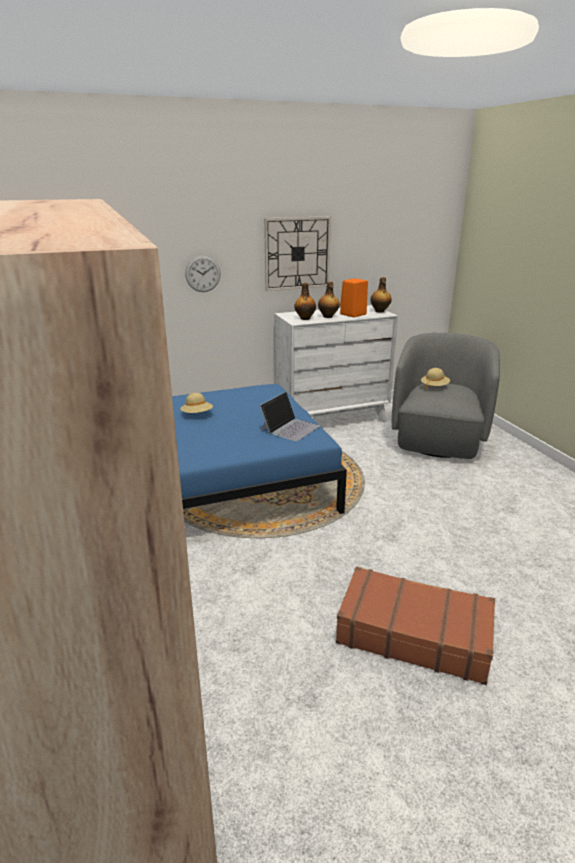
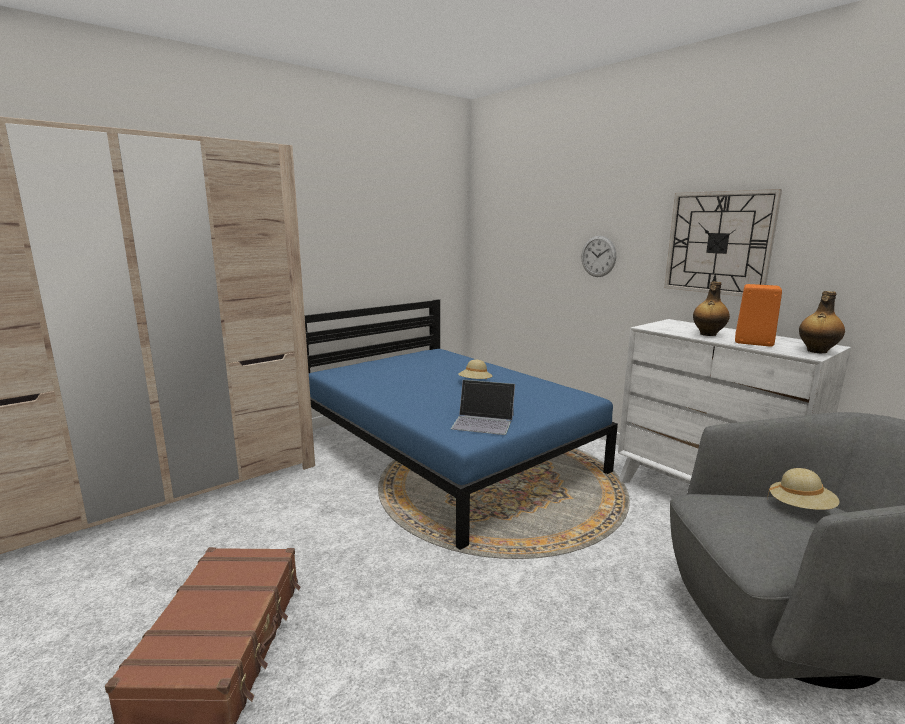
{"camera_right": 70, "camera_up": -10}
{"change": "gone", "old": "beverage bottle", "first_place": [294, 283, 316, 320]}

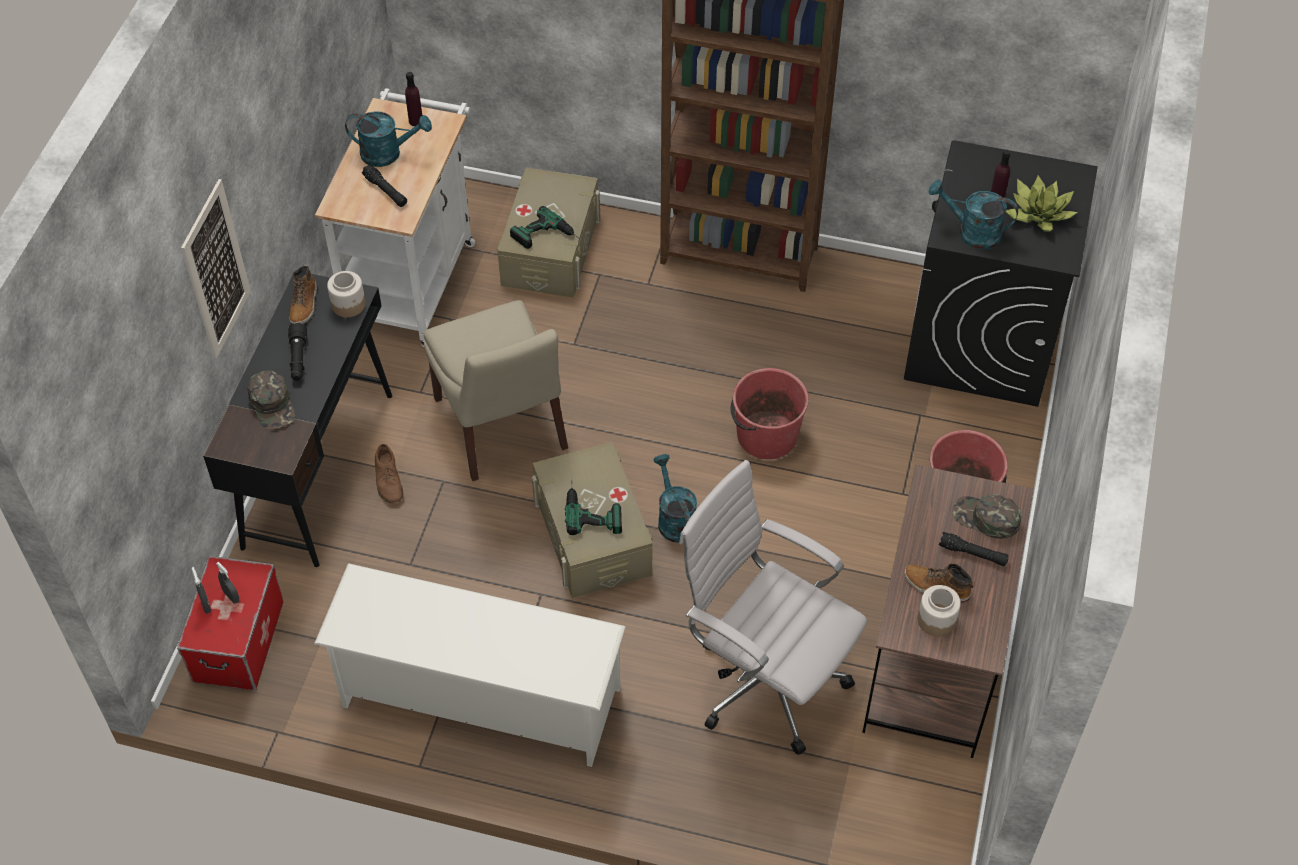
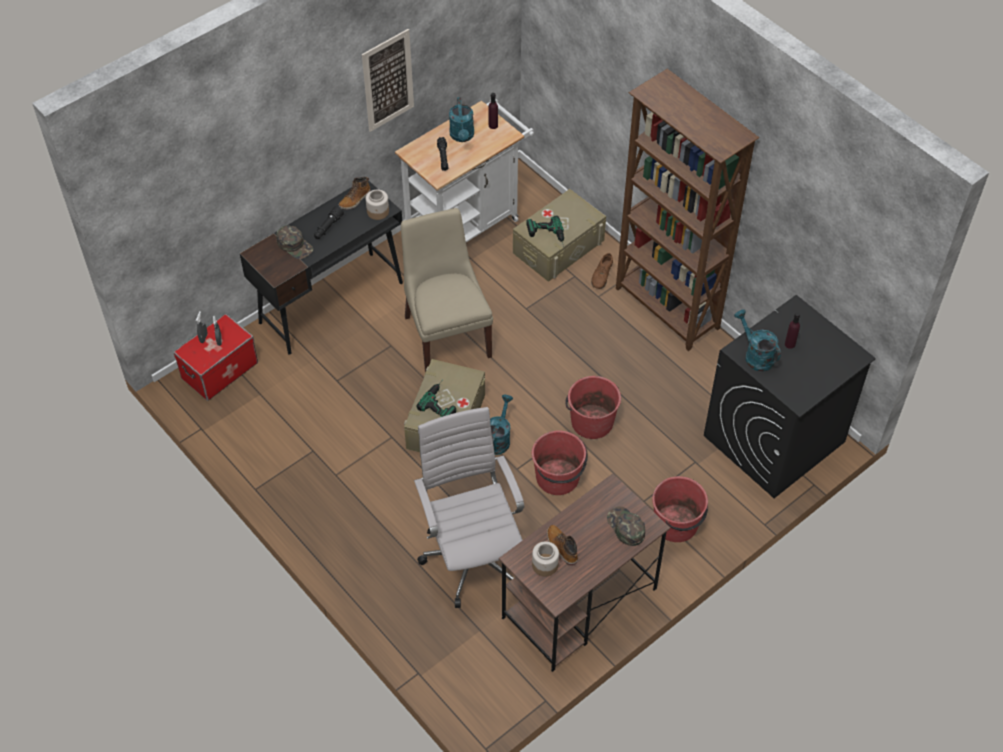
{"camera_right": 35, "camera_up": 0}
{"change": "shifted", "old": "wall art", "first_place": [181, 179, 251, 358], "second_place": [362, 29, 414, 132]}
{"change": "rotated", "old": "green peaked cap", "first_place": [247, 370, 295, 430], "second_place": [276, 225, 313, 259], "degrees": -60}
{"change": "gone", "old": "white-coloured shoe shelf", "first_place": [314, 563, 626, 767]}
{"change": "rotated", "old": "turquoise watering can", "first_place": [345, 111, 432, 167], "second_place": [449, 97, 474, 142], "degrees": 45}
{"change": "shifted", "old": "brown-coloured low shoe", "first_place": [375, 444, 404, 503], "second_place": [591, 253, 613, 289]}
{"change": "rotated", "old": "beige-coloured chair", "first_place": [424, 300, 568, 481], "second_place": [401, 208, 493, 372], "degrees": 150}
{"change": "gone", "old": "black-coloured flashlight", "first_place": [939, 532, 1009, 566]}
{"change": "gone", "old": "potted plant", "first_place": [1006, 175, 1078, 232]}
{"change": "new", "new": "reddish pail", "second_place": [532, 430, 588, 495]}

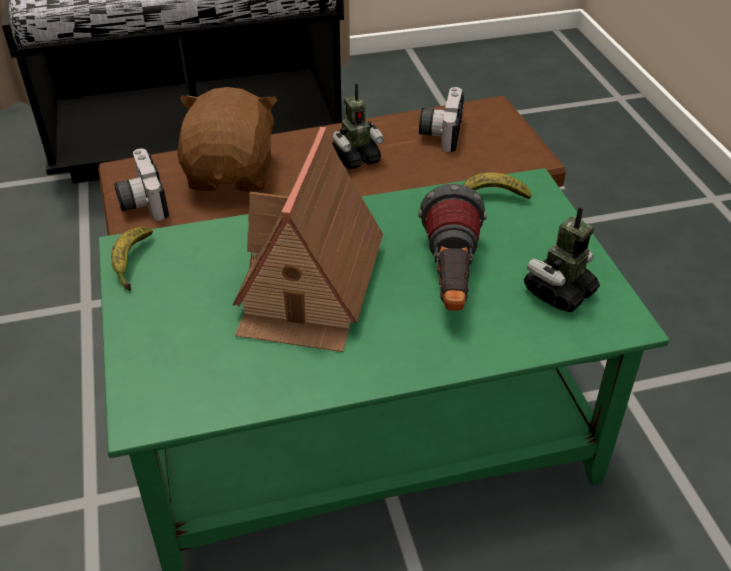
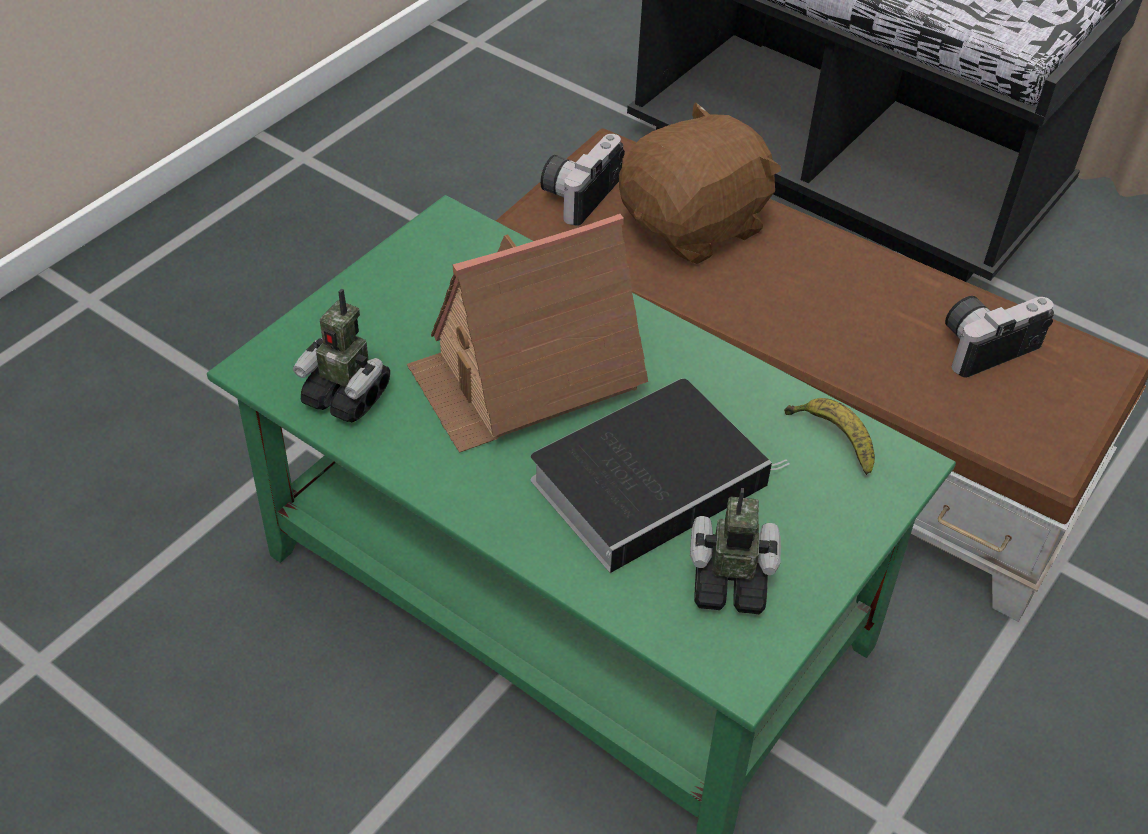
{"camera_right": 50, "camera_up": 5}
{"change": "gone", "old": "banana fruit", "first_place": [111, 227, 153, 291]}
{"change": "shifted", "old": "robot figure", "first_place": [332, 83, 384, 170], "second_place": [293, 289, 390, 422]}
{"change": "swapped", "old": "flashlight", "new": "book", "first_place": [418, 184, 487, 311], "second_place": [531, 379, 789, 573]}

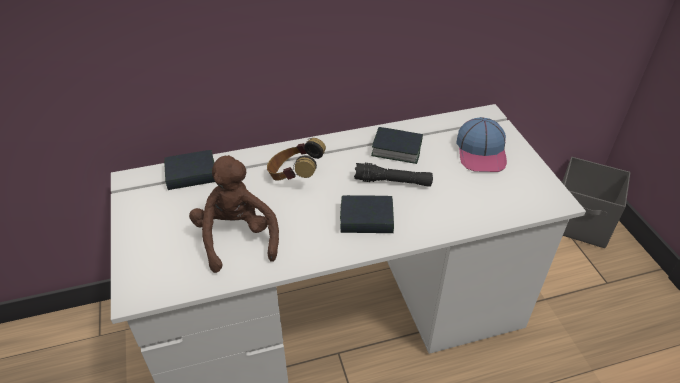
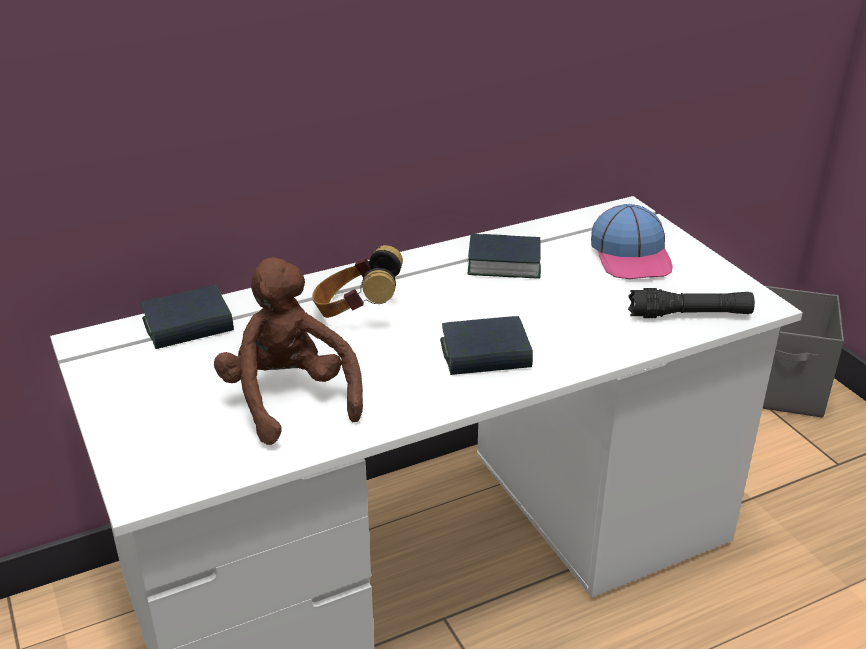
{"camera_right": -10, "camera_up": -10}
{"change": "shifted", "old": "black-coloured flashlight", "first_place": [354, 163, 433, 187], "second_place": [628, 288, 755, 318]}

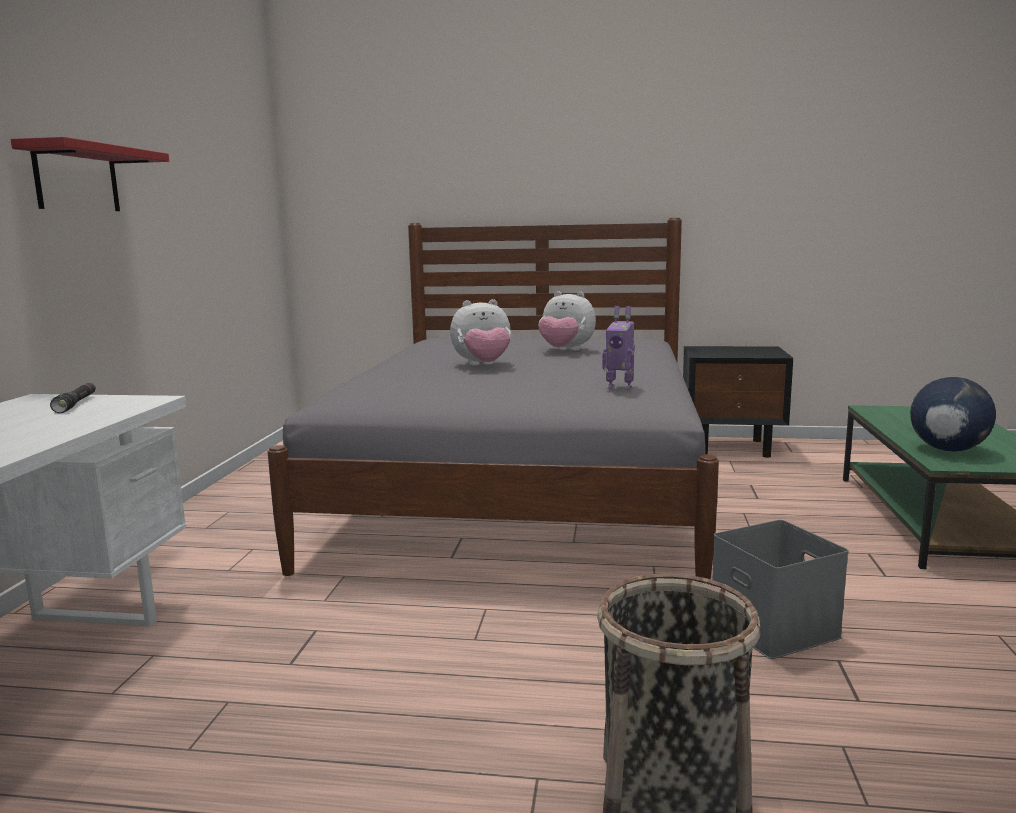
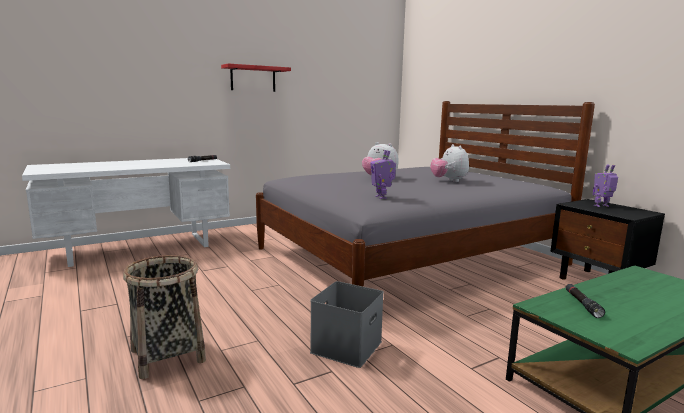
{"camera_right": 50, "camera_up": 0}
{"change": "swapped", "old": "globe", "new": "black-coloured flashlight", "first_place": [910, 377, 996, 452], "second_place": [566, 284, 605, 318]}
{"change": "new", "new": "robot figure", "second_place": [593, 165, 618, 207]}

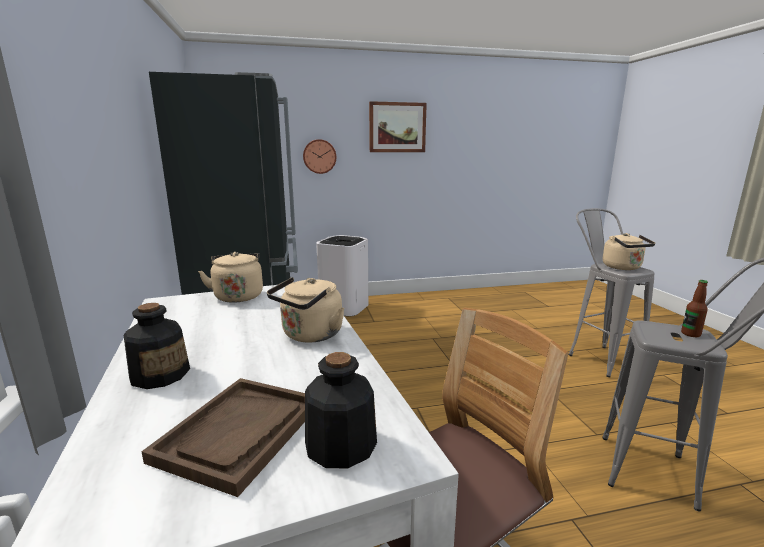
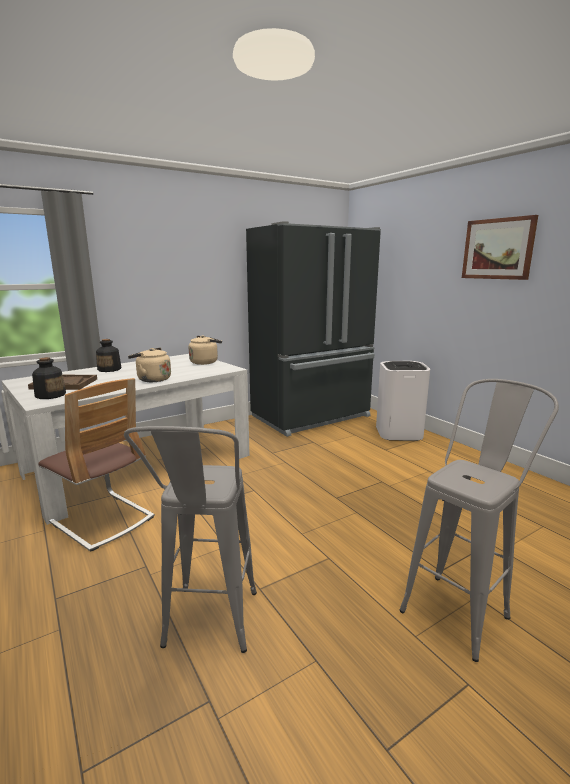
{"camera_right": 70, "camera_up": 0}
{"change": "gone", "old": "hanging clock", "first_place": [303, 139, 336, 174]}
{"change": "gone", "old": "beige-coloured kettle", "first_place": [603, 233, 655, 270]}
{"change": "gone", "old": "beverage bottle", "first_place": [681, 280, 708, 337]}

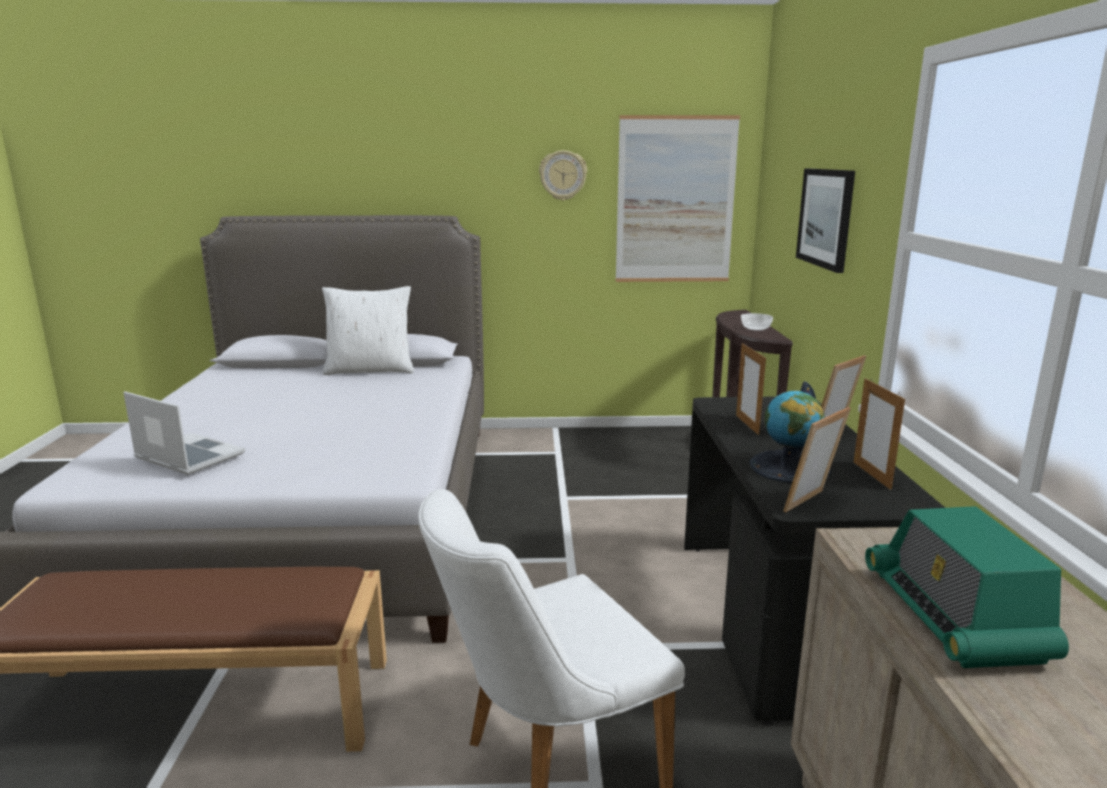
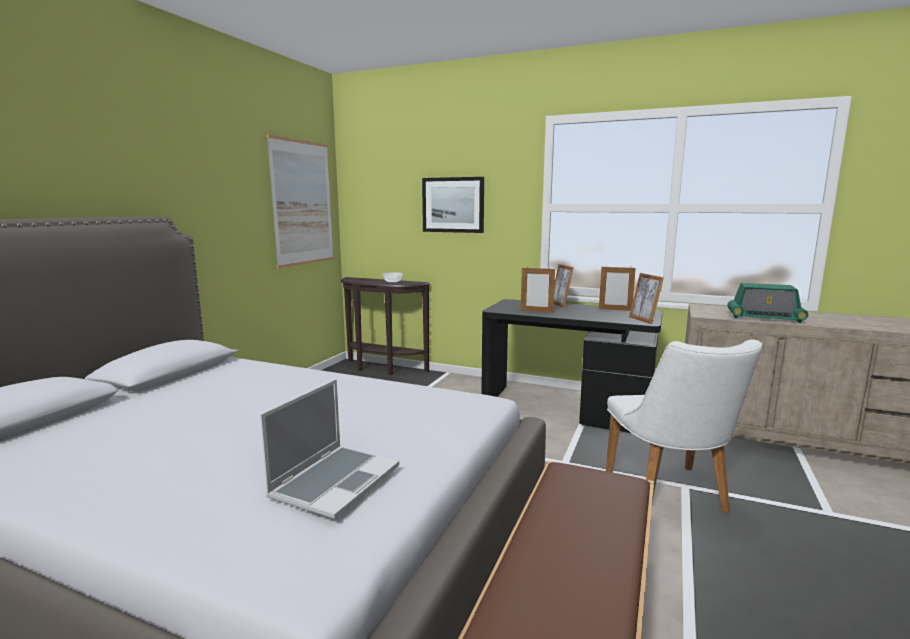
{"camera_right": -65, "camera_up": -5}
{"change": "rotated", "old": "notebook computer", "first_place": [123, 391, 245, 475], "second_place": [260, 379, 399, 519], "degrees": 150}
{"change": "gone", "old": "white-coloured pillow", "first_place": [322, 286, 414, 375]}
{"change": "gone", "old": "hanging clock", "first_place": [539, 150, 587, 201]}
{"change": "gone", "old": "globe", "first_place": [749, 382, 831, 483]}

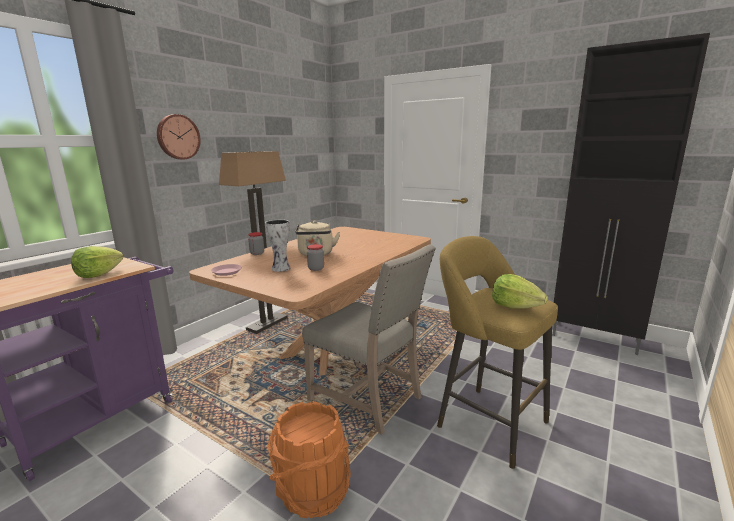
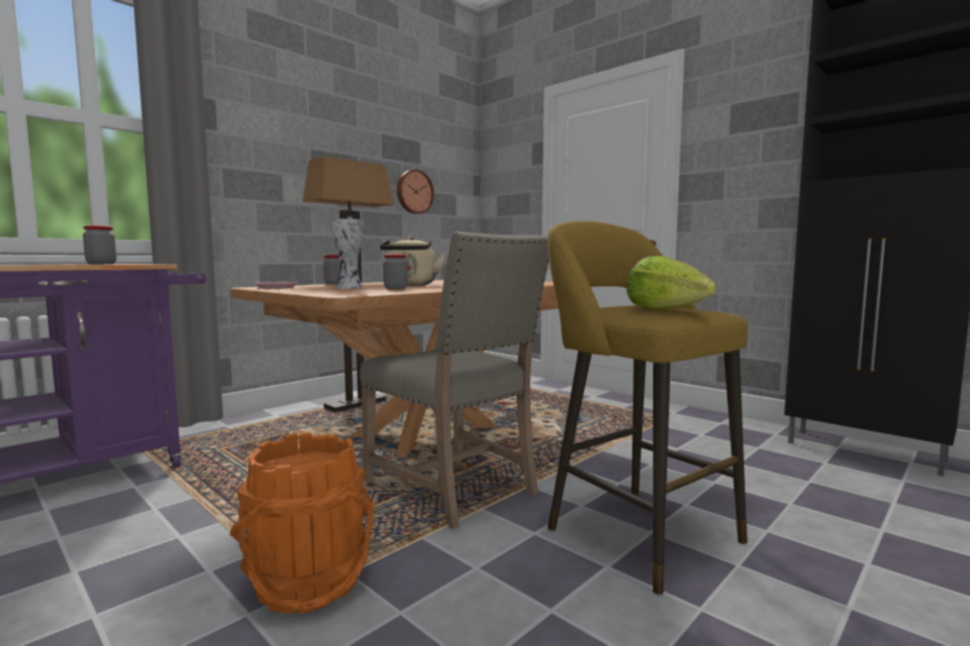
{"camera_right": 10, "camera_up": -10}
{"change": "swapped", "old": "lettuce head", "new": "jar", "first_place": [71, 246, 123, 278], "second_place": [83, 226, 117, 264]}
{"change": "shifted", "old": "hanging clock", "first_place": [157, 114, 201, 160], "second_place": [397, 169, 434, 214]}

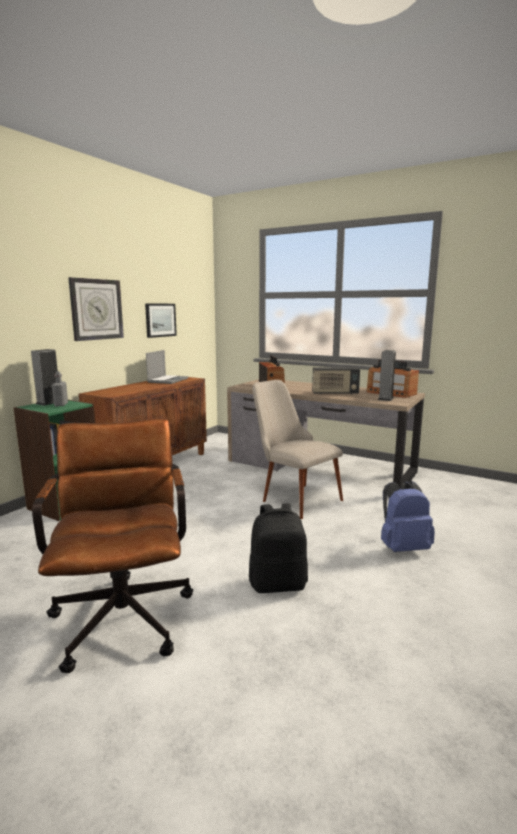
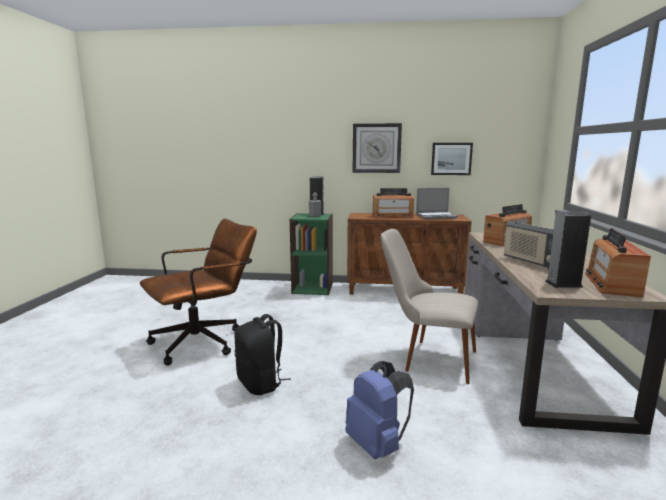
{"camera_right": 65, "camera_up": 0}
{"change": "rotated", "old": "beige-coloured chair", "first_place": [253, 380, 343, 519], "second_place": [381, 229, 478, 384], "degrees": -90}
{"change": "new", "new": "radio", "second_place": [373, 188, 414, 218]}

